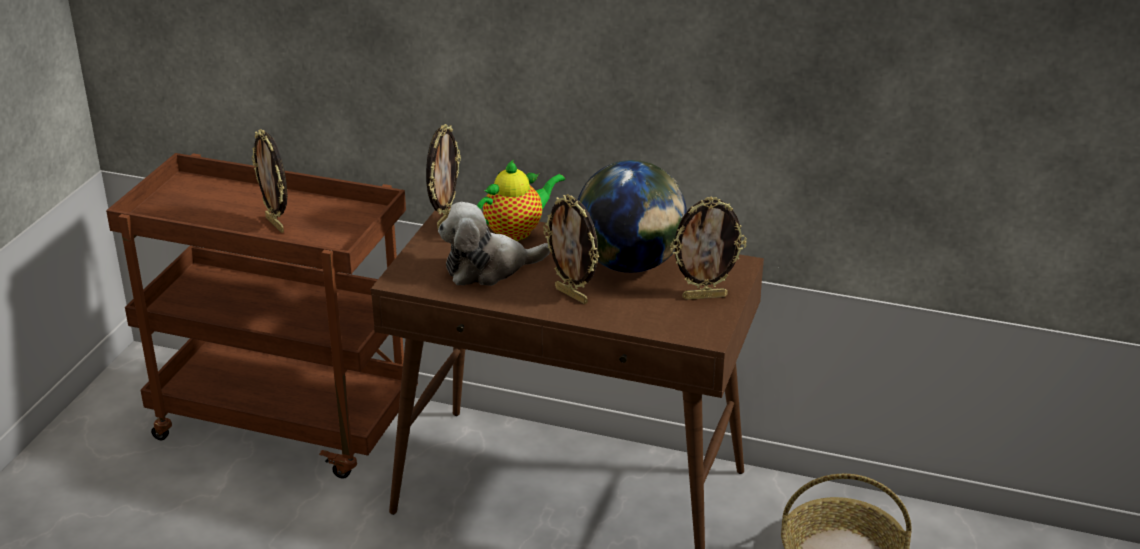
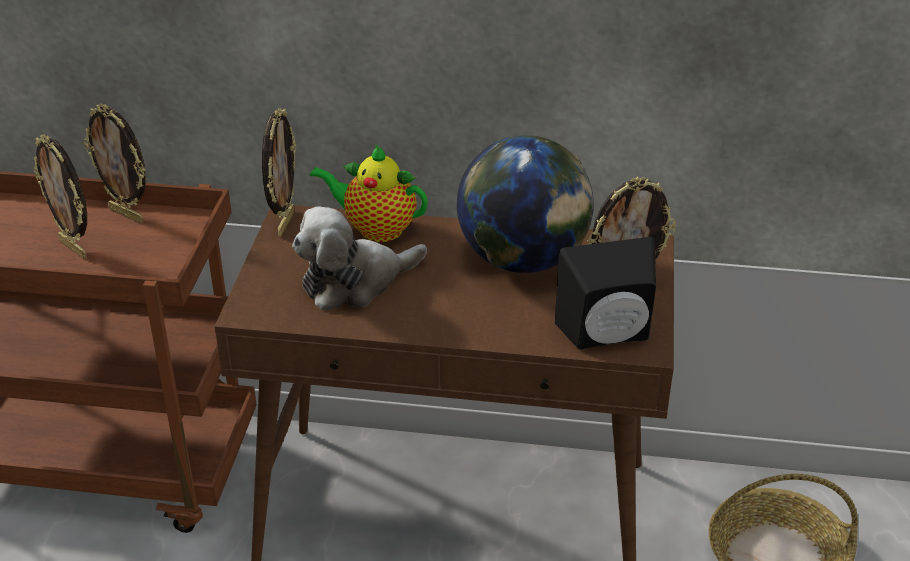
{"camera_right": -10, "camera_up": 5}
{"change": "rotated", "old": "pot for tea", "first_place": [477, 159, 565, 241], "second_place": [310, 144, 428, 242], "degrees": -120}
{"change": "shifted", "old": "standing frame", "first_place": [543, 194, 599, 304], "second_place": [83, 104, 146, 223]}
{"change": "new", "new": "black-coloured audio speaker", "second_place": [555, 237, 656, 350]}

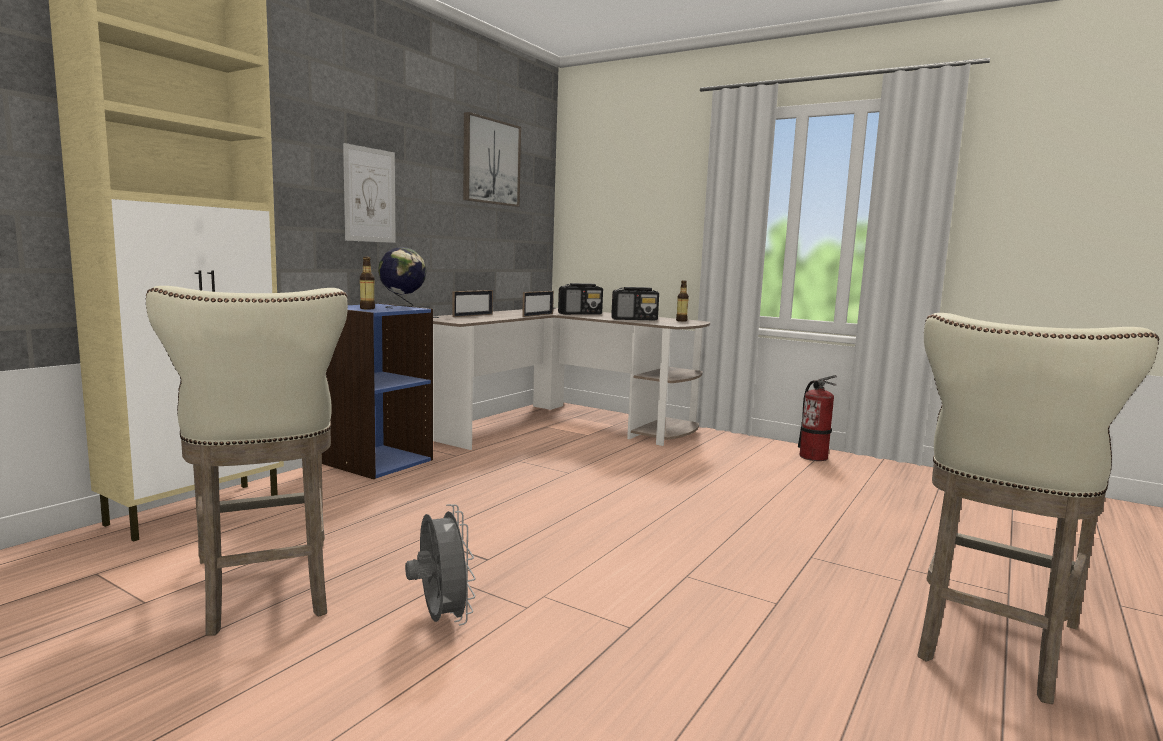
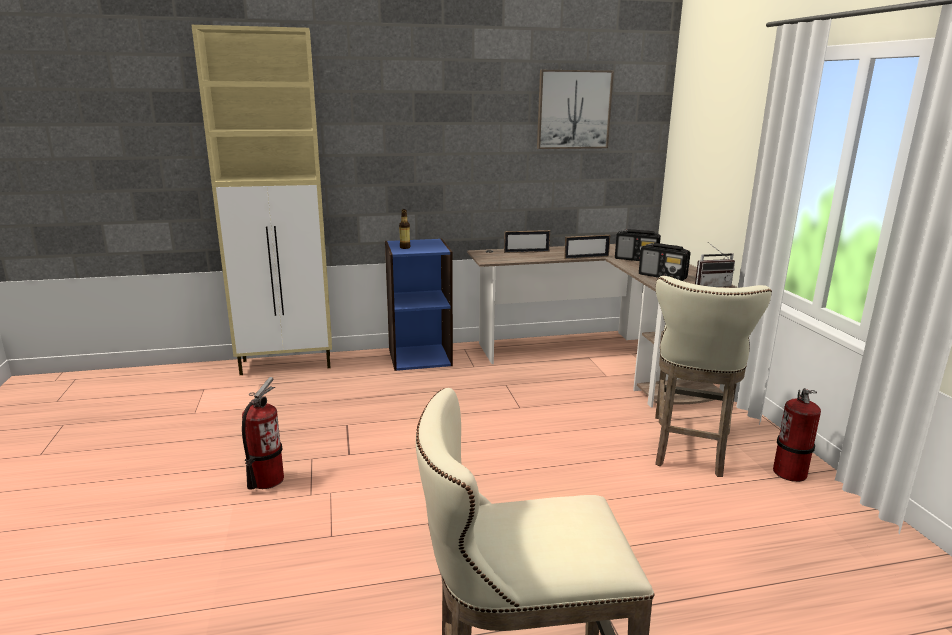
{"camera_right": 45, "camera_up": 10}
{"change": "shifted", "old": "beige-coloured stool seat", "first_place": [146, 286, 348, 636], "second_place": [655, 276, 772, 477]}
{"change": "gone", "old": "wall art", "first_place": [343, 143, 396, 243]}
{"change": "gone", "old": "globe", "first_place": [378, 247, 427, 308]}
{"change": "swapped", "old": "grey fan", "new": "fire extinguisher", "first_place": [405, 504, 476, 626], "second_place": [242, 377, 284, 490]}
{"change": "swapped", "old": "beverage bottle", "new": "radio", "first_place": [676, 280, 689, 321], "second_place": [695, 243, 735, 287]}

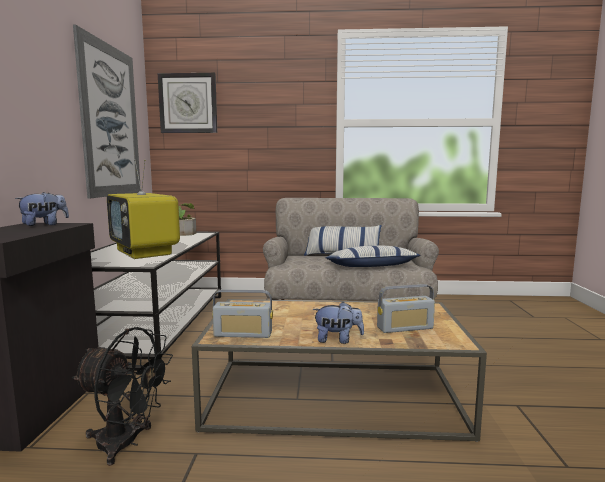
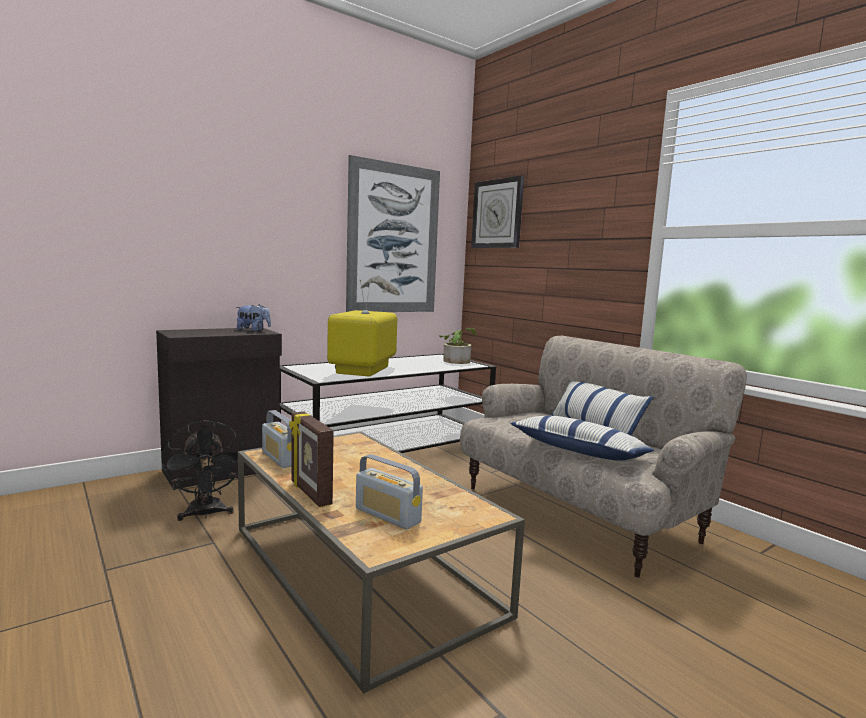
{"camera_right": 50, "camera_up": 0}
{"change": "swapped", "old": "cuddly toy", "new": "standing frame", "first_place": [313, 302, 364, 344], "second_place": [289, 411, 334, 507]}

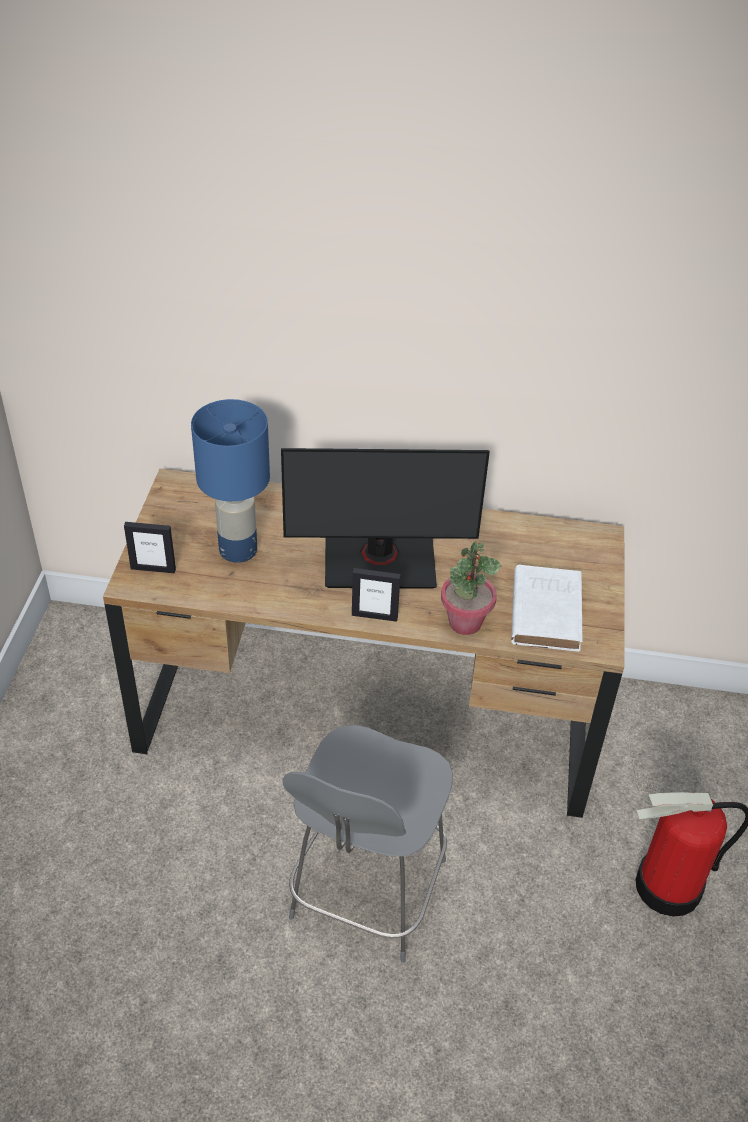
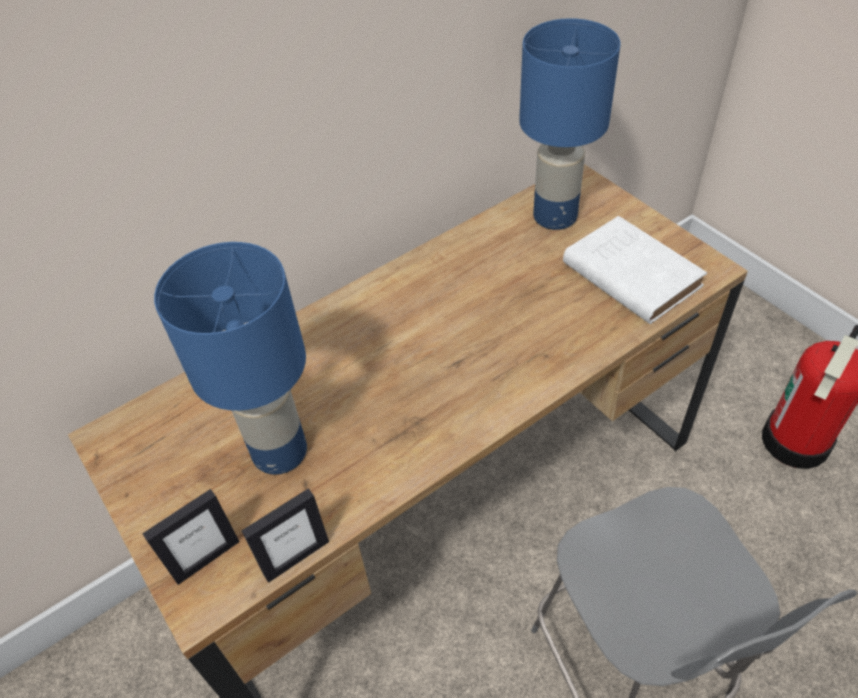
{"camera_right": -40, "camera_up": 5}
{"change": "gone", "old": "computer screen", "first_place": [281, 448, 490, 589]}
{"change": "shifted", "old": "standing frame", "first_place": [352, 568, 401, 622], "second_place": [242, 488, 329, 583]}
{"change": "gone", "old": "potted plant", "first_place": [441, 541, 501, 635]}
{"change": "new", "new": "blue tabletop lamp", "second_place": [519, 18, 620, 230]}

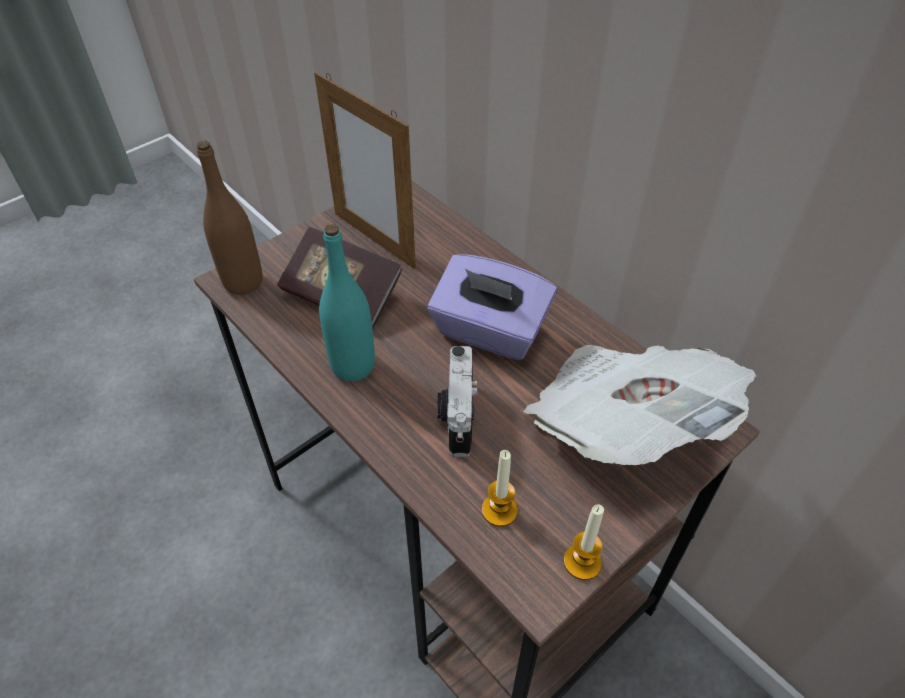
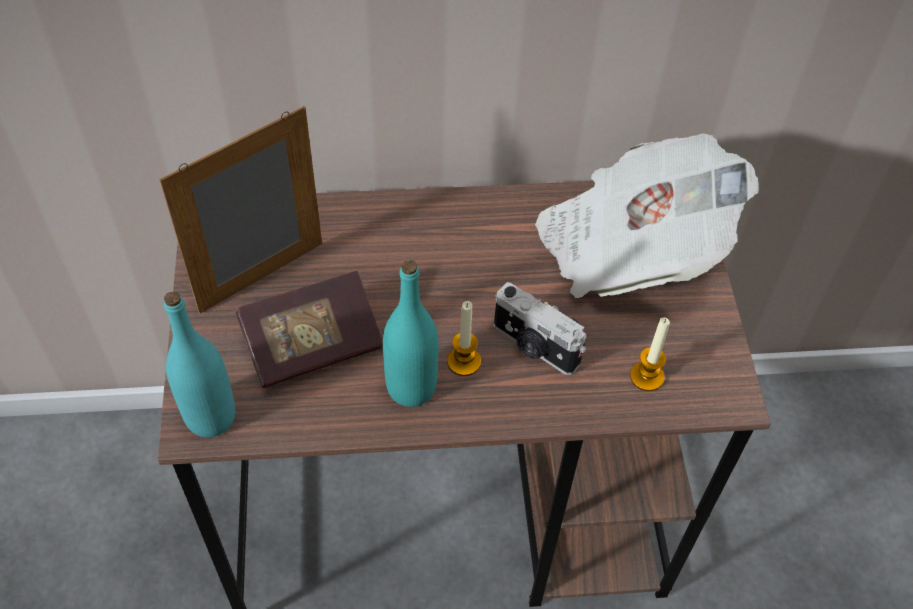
{"camera_right": -55, "camera_up": 5}
{"change": "repainted", "old": "brown-coloured beverage bottle", "new": "turquoise beverage bottle", "first_place": [197, 141, 263, 295], "second_place": [164, 291, 235, 437]}
{"change": "rotated", "old": "standing frame", "first_place": [314, 72, 416, 269], "second_place": [159, 106, 322, 314], "degrees": 150}
{"change": "gone", "old": "purplish box of tissues", "first_place": [428, 254, 557, 360]}
{"change": "shifted", "old": "wax candle", "first_place": [564, 504, 604, 580], "second_place": [447, 301, 481, 376]}

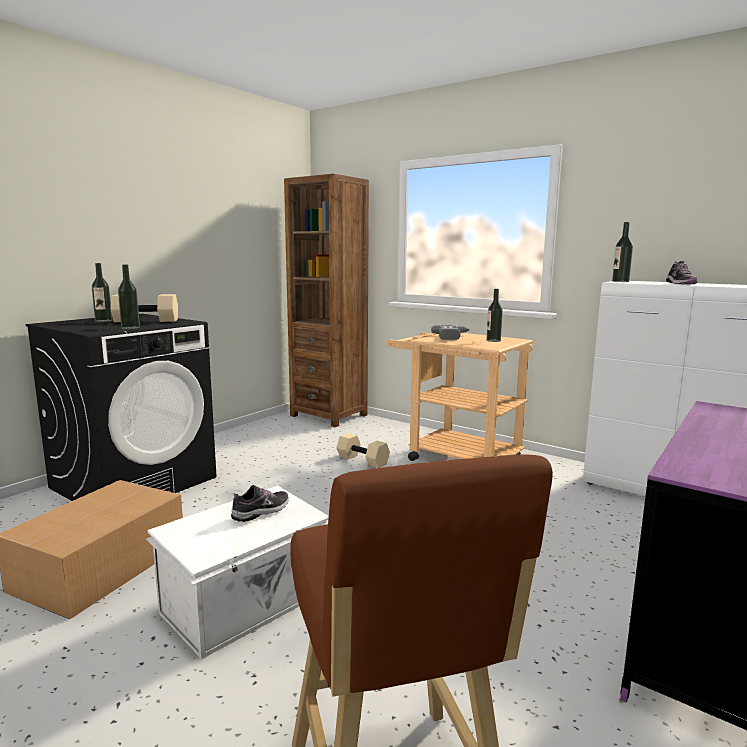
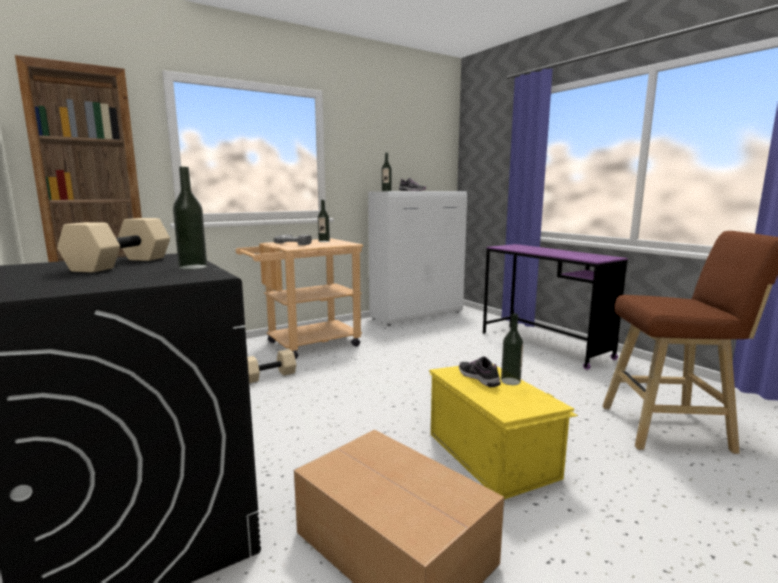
{"camera_right": -70, "camera_up": 0}
{"change": "shifted", "old": "beverage bottle", "first_place": [92, 263, 112, 322], "second_place": [501, 313, 523, 385]}
{"change": "repainted", "old": "white-coloured storage box", "new": "yellow-coloured storage box", "first_place": [146, 486, 329, 659], "second_place": [429, 364, 578, 500]}

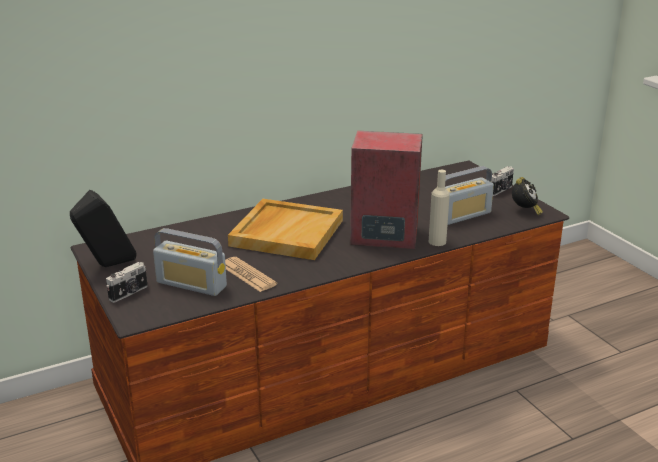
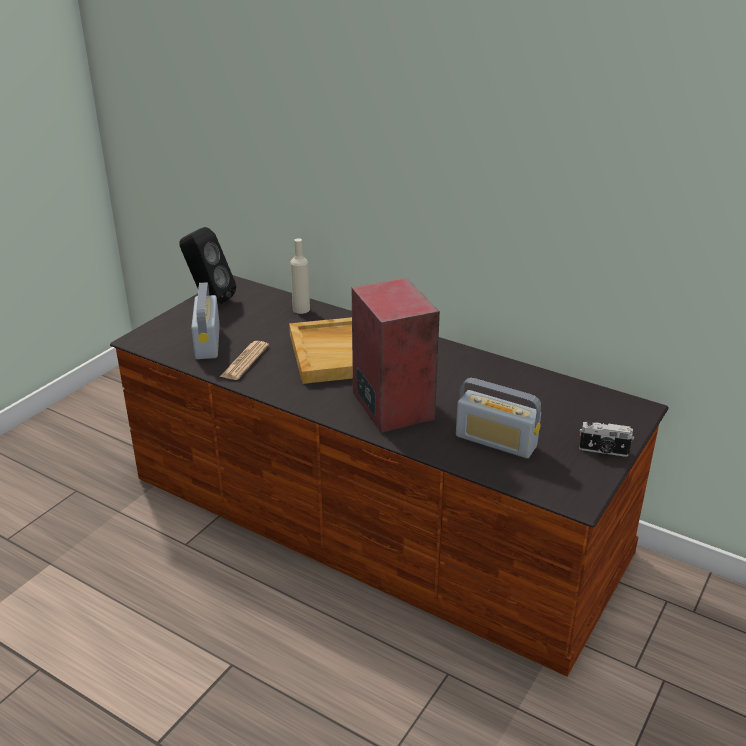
{"camera_right": 60, "camera_up": 5}
{"change": "gone", "old": "photo camera", "first_place": [106, 262, 147, 303]}
{"change": "shifted", "old": "beige-coloured beverage bottle", "first_place": [429, 170, 450, 246], "second_place": [290, 238, 310, 314]}
{"change": "gone", "old": "table clock", "first_place": [512, 177, 543, 215]}

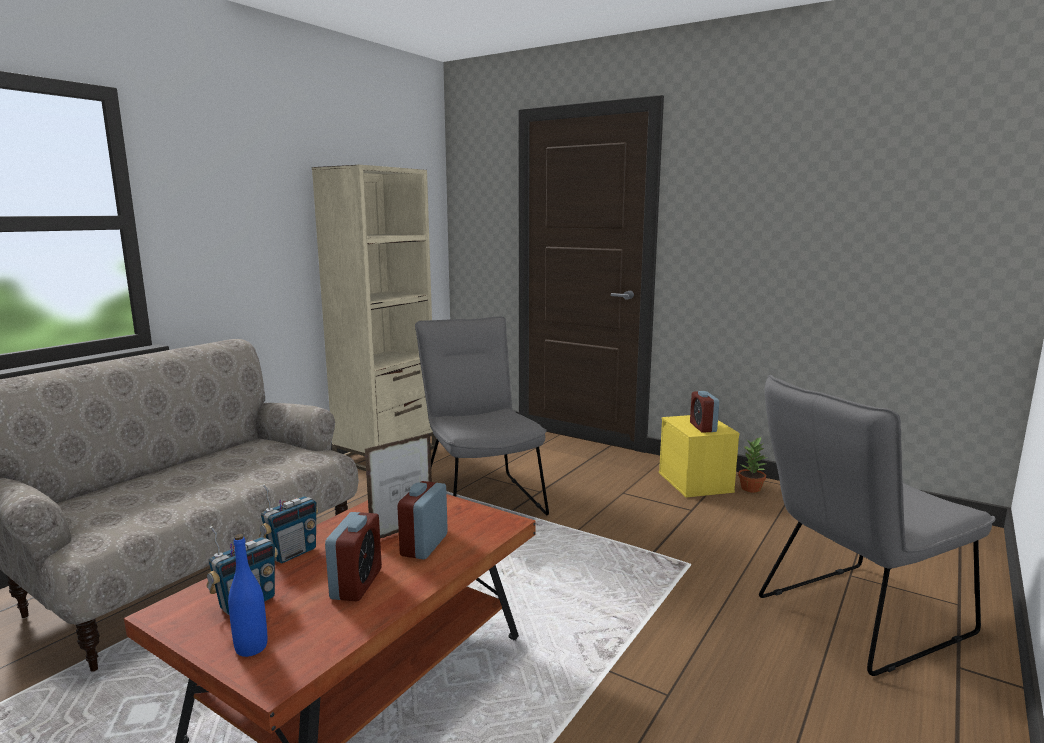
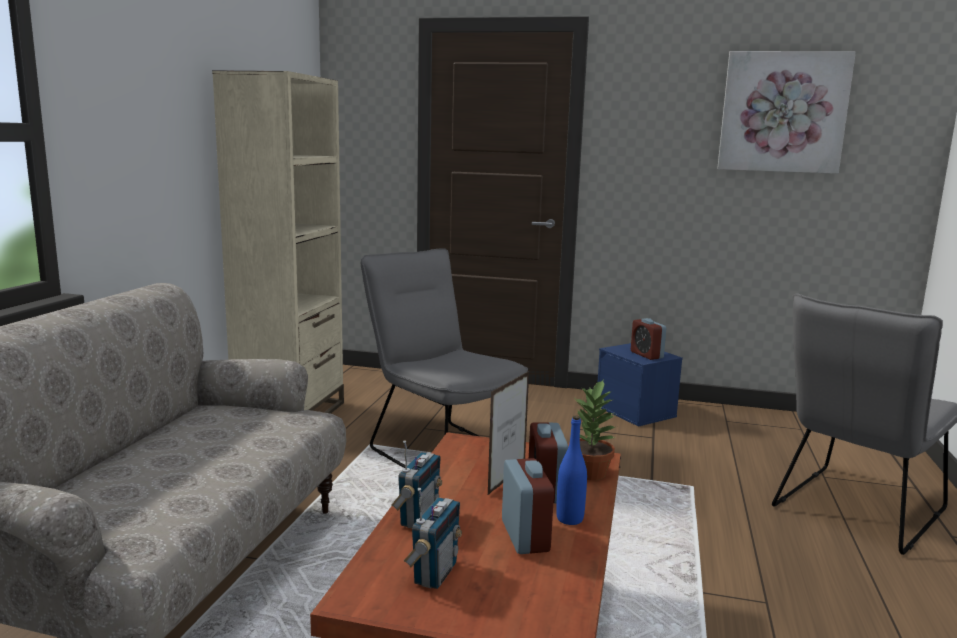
{"camera_right": -20, "camera_up": 0}
{"change": "shifted", "old": "blue beverage bottle", "first_place": [228, 534, 267, 657], "second_place": [556, 415, 587, 525]}
{"change": "repainted", "old": "yellow-coloured storage box", "new": "blue storage box", "first_place": [659, 415, 740, 497], "second_place": [598, 343, 683, 427]}
{"change": "shifted", "old": "potted plant", "first_place": [738, 437, 767, 493], "second_place": [568, 379, 615, 480]}
{"change": "new", "new": "wall art", "second_place": [717, 51, 856, 174]}

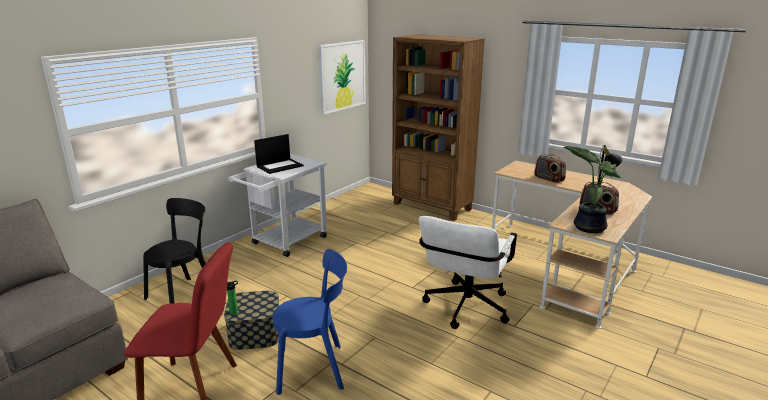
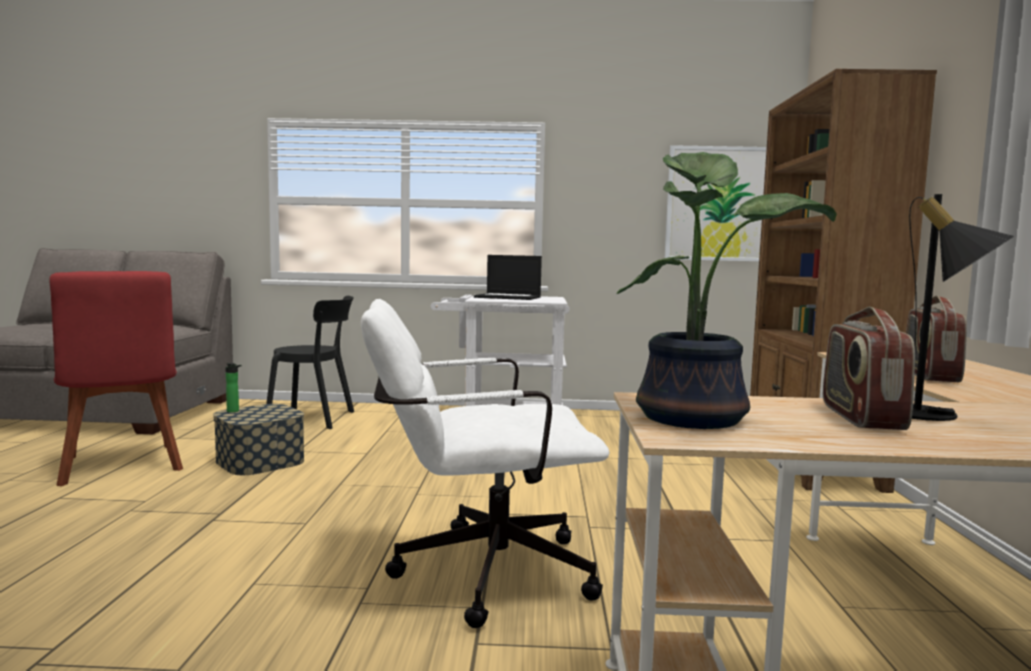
{"camera_right": 55, "camera_up": -15}
{"change": "gone", "old": "blue chair", "first_place": [273, 249, 347, 395]}

